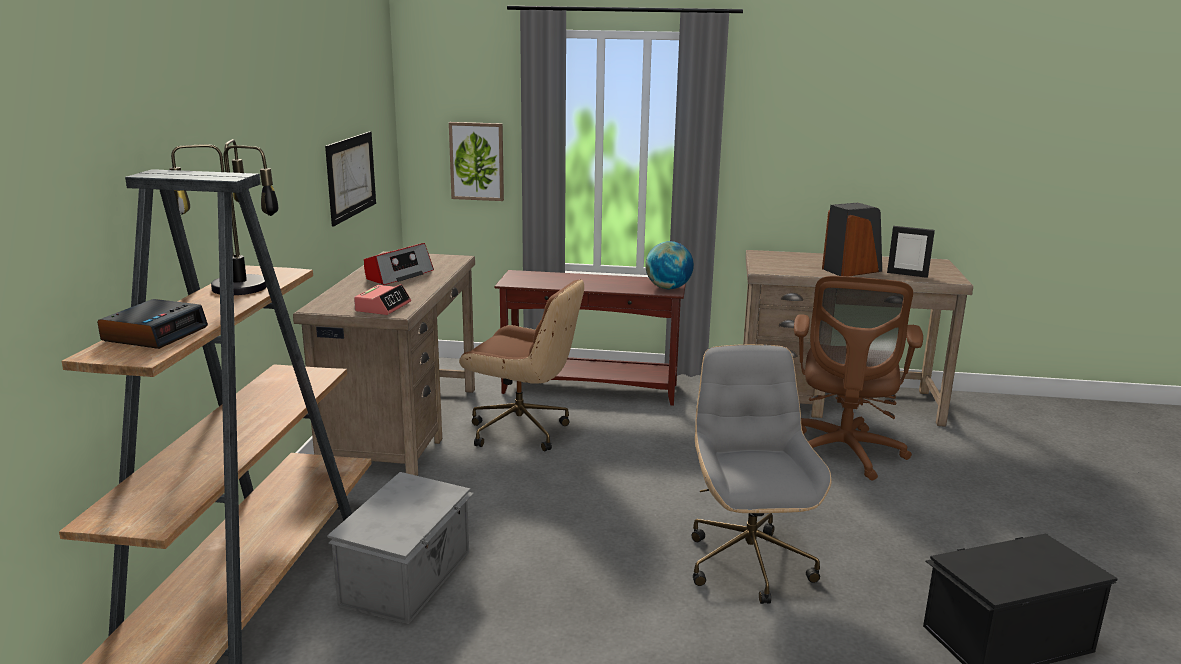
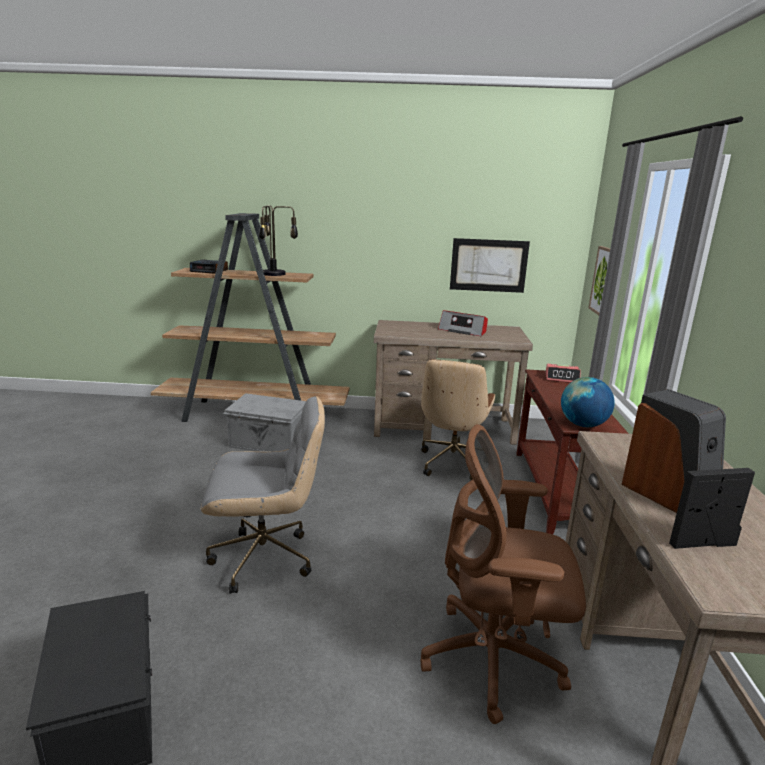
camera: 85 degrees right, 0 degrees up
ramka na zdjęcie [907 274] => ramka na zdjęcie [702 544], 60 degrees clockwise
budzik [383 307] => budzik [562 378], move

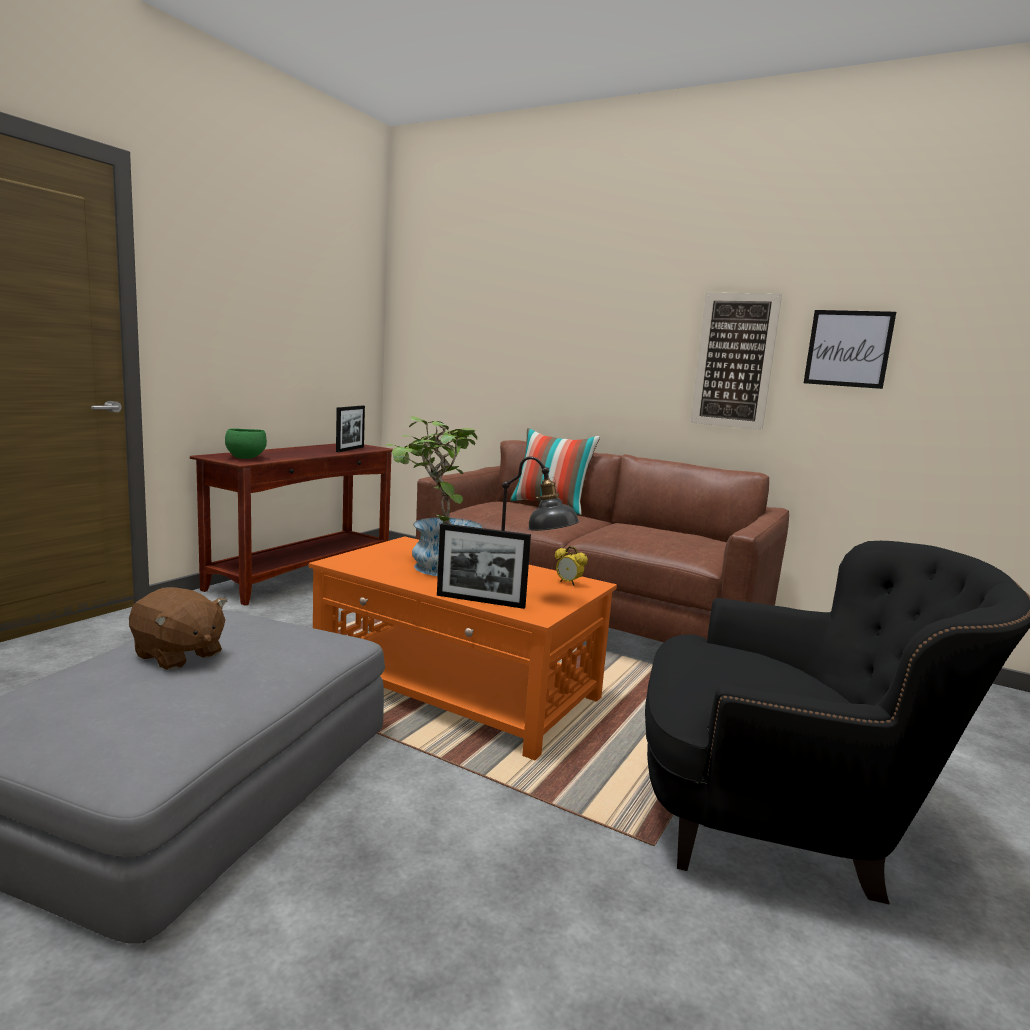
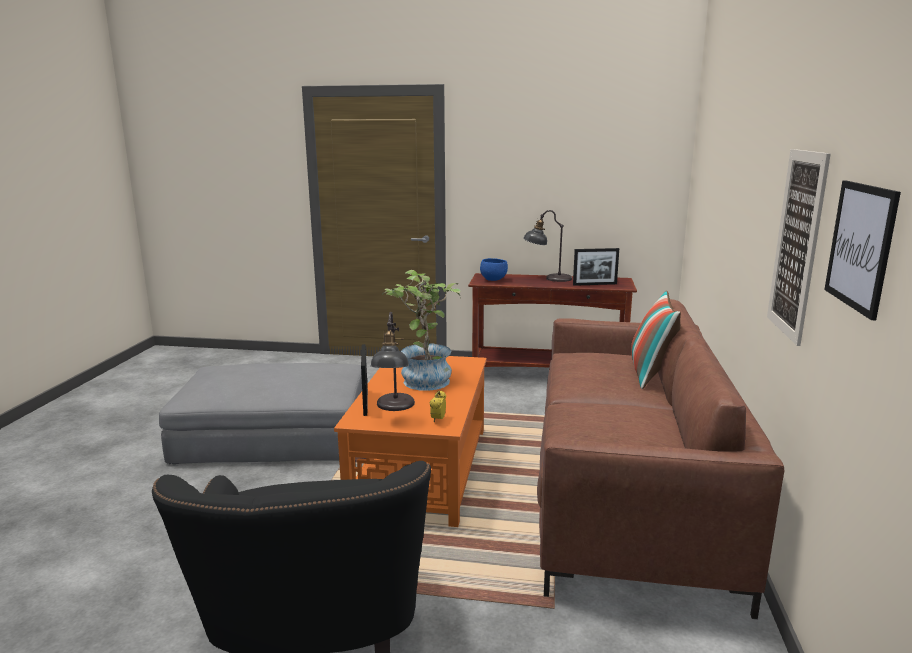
camera: 70 degrees right, 5 degrees up
miska (zielony) [245 458] => miska (niebieski) [494 280]
pluszak (brązowy) [178 655] => nothing
nothing => lampa stołowa (szary) [547 278]

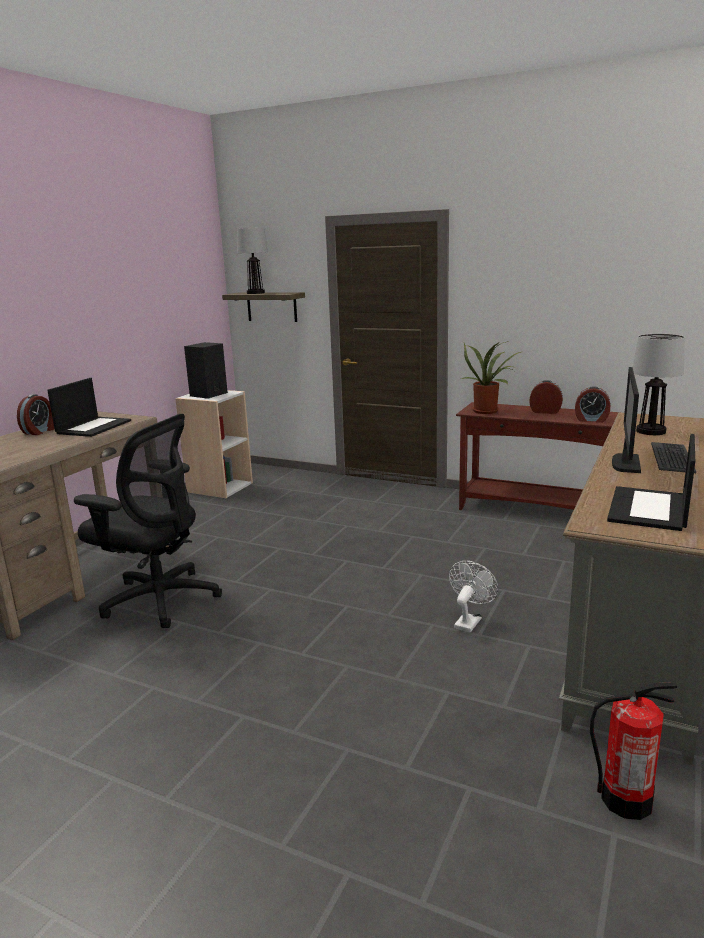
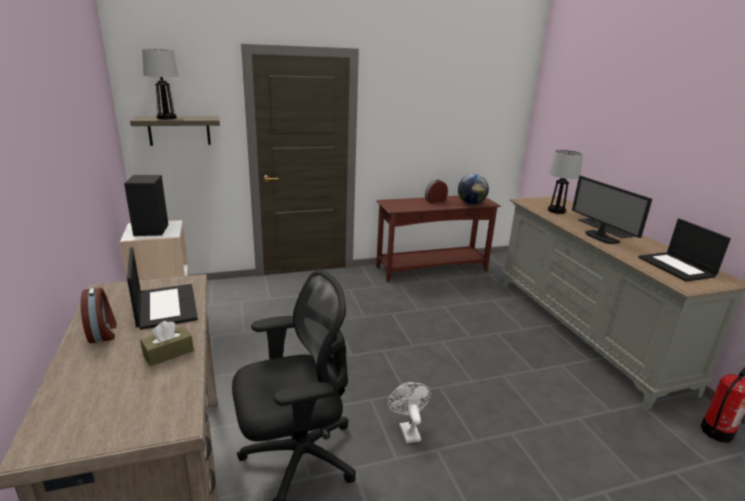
camera: 45 degrees left, 5 degrees up
roślina doniczkowa [488 411] => nothing
budzik [591 420] => globus [471 203]
wentylator (biały) [469 621] => wentylator (biały) [408 429], move
nothing => pudełko chusteczek (brązowy) [168 353]

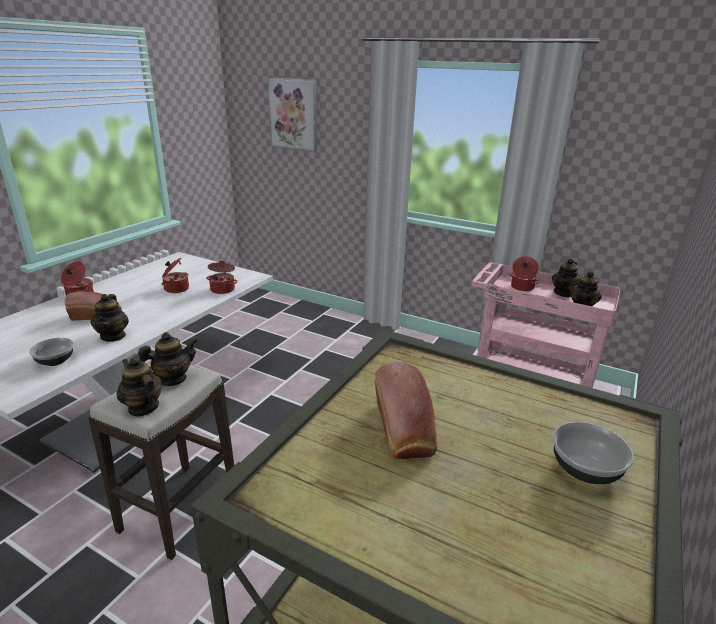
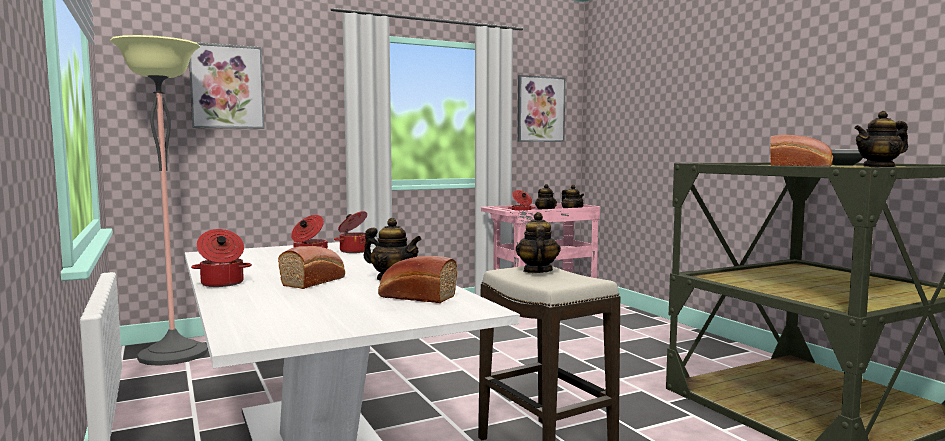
camera: 55 degrees left, 20 degrees down
miska [56 361] => chleb [415 297]
imbryk [143 407] => imbryk [879 167], move
nothing => lampa stojąca [173 354]
nothing => obraz [540 109]

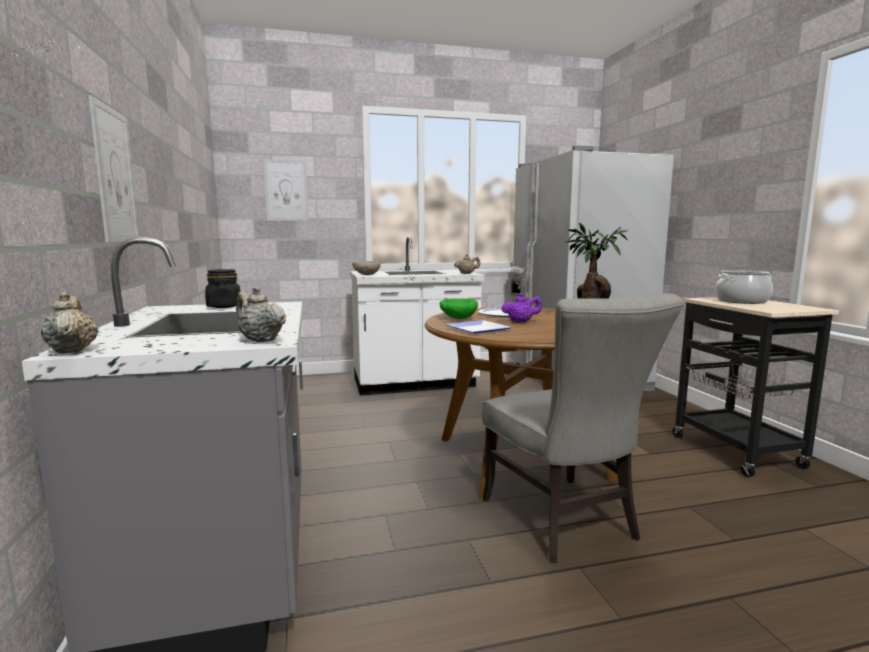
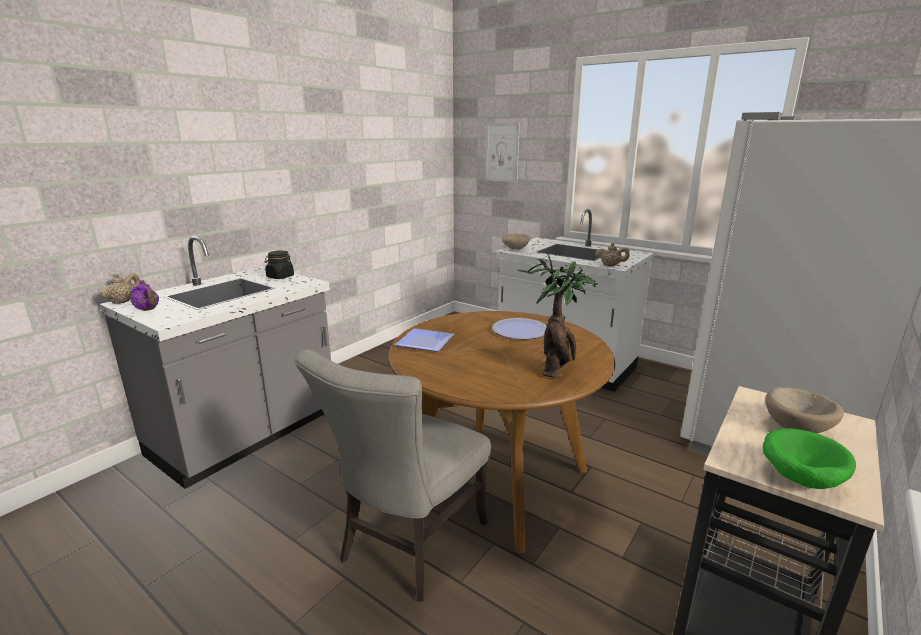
camera: 50 degrees right, 10 degrees up
obraz [115 175] => nothing
garnek [741 301] => miska (beżowy) [798 427]
imbryk (beżowy) [260 340] => nothing
imbryk (fioletowy) [521 322] => imbryk (fioletowy) [148 310], move
miska (zielony) [458 319] => miska (zielony) [799 478], move

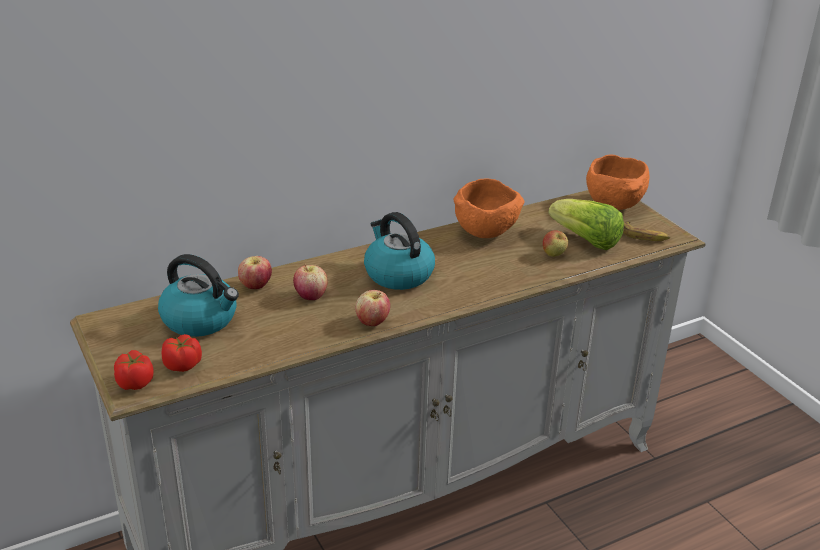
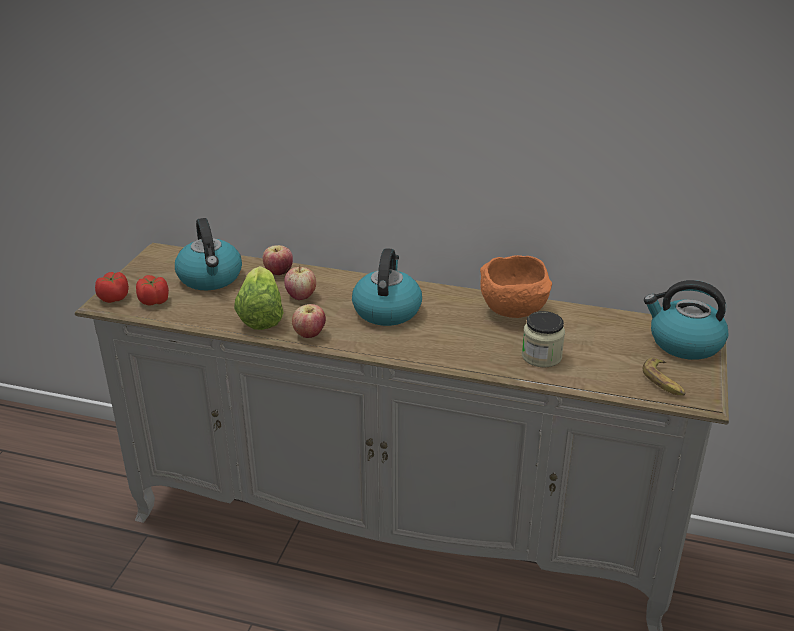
camera: 45 degrees right, 0 degrees up
miska (pomarańczowy) [615 205] => czajnik [684 343]
sałata [586 240] => sałata [261 315], move
jabłko [553 255] => słoik [541 356]

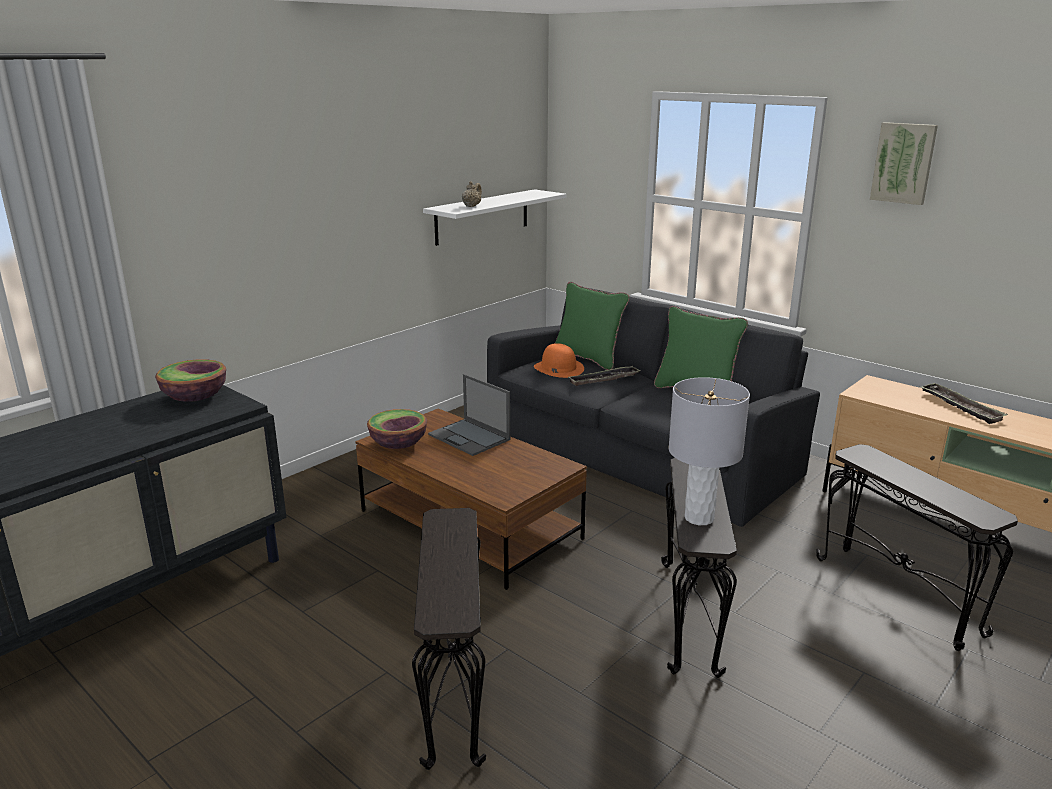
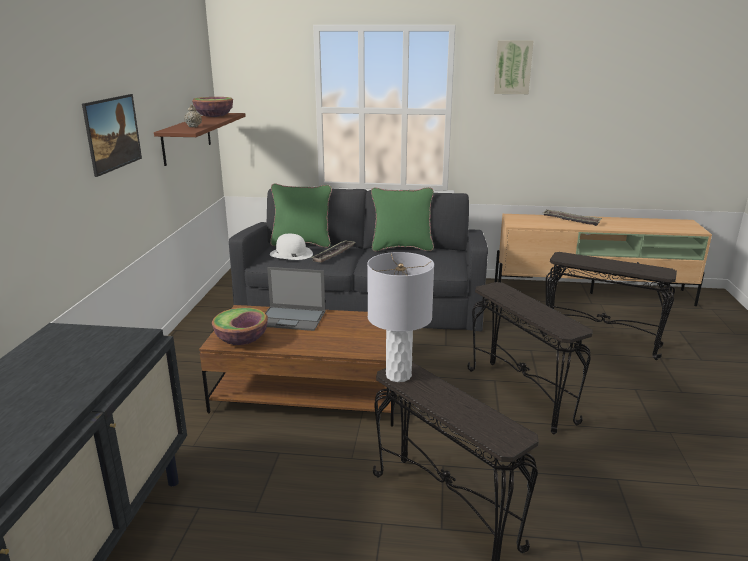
camera: 35 degrees left, 0 degrees up
półka (biały) [482 216] => półka (brązowy) [187 138]
kapelusz (pomarańczowy) [558 368] => kapelusz (biały) [291 254]
miska [195 398] => miska [214 117], move
lampa stołowa (szary) [699 518] => lampa stołowa (szary) [398 375], move
nothing => obraz [116 150]

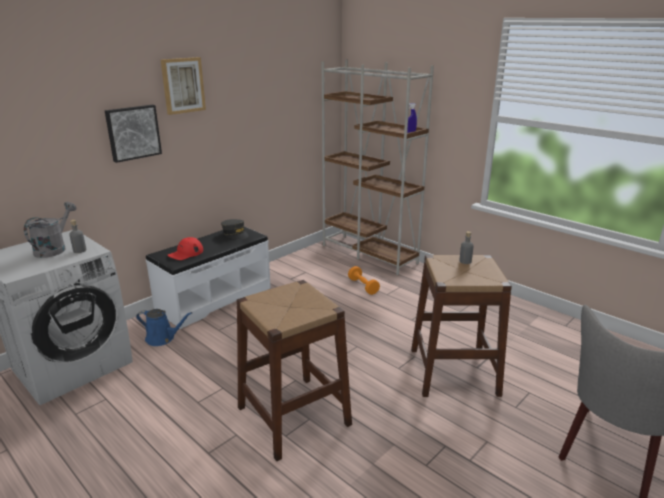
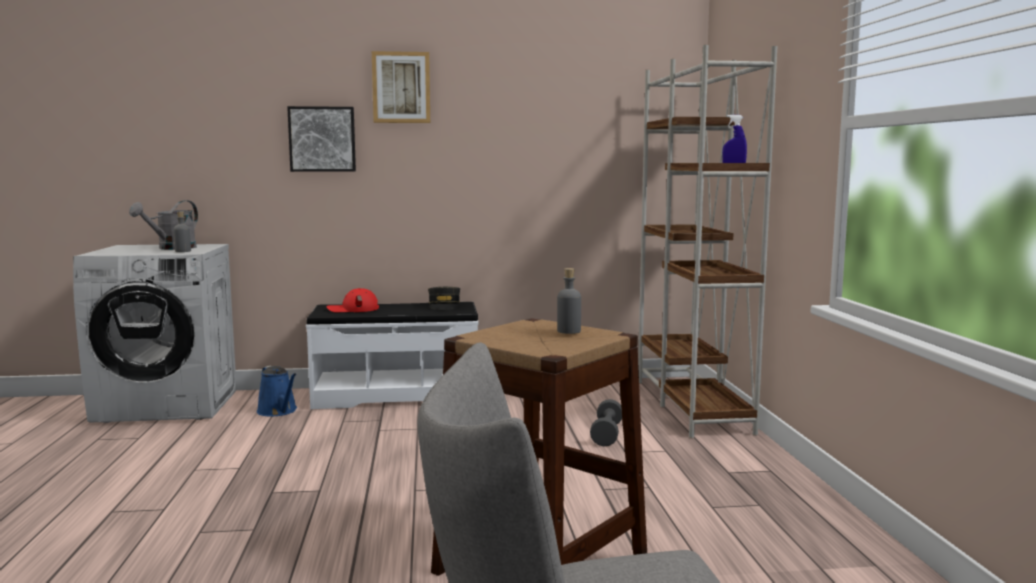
camera: 40 degrees right, 15 degrees down
konewka (szary) [54 248] => konewka (szary) [172 248], 150 degrees clockwise
hantel (pomarańczowy) [363 286] => hantel (szary) [607 434]
stołek (brązowy) [293 415] => nothing

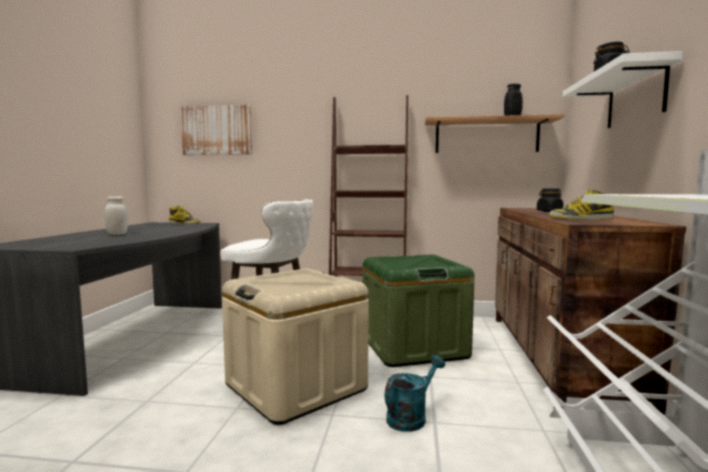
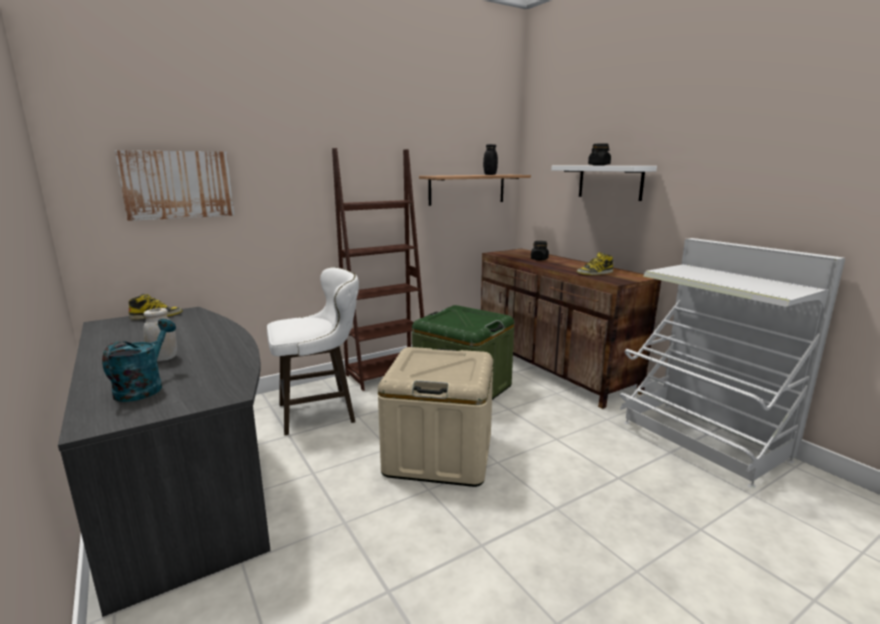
camera: 40 degrees left, 10 degrees up
konewka (turkusowy) [411 417] => konewka (turkusowy) [144 387], move

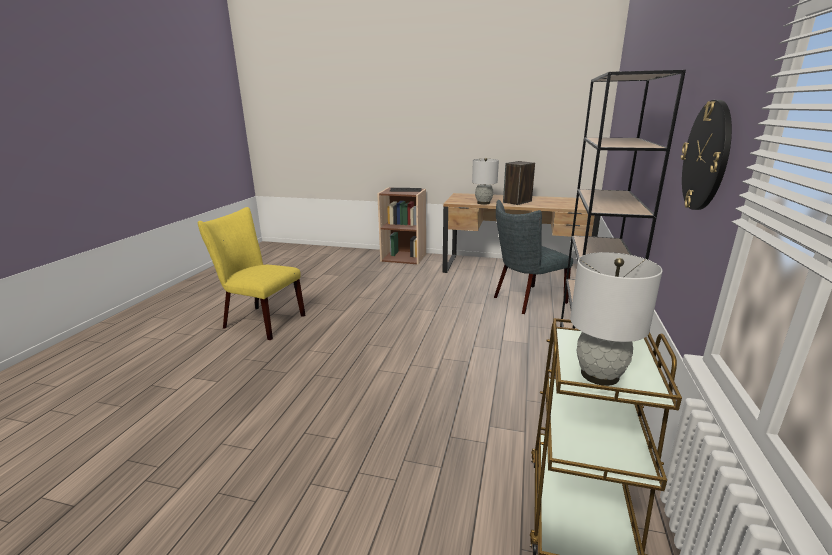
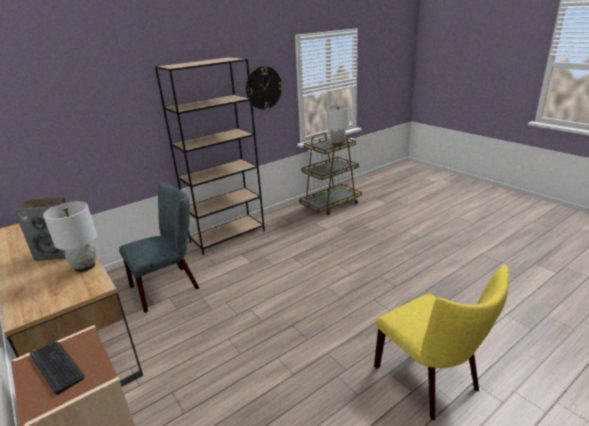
camera: 140 degrees left, 5 degrees up
krzesło (szary) [525 300] => krzesło (szary) [169 286], 45 degrees counterclockwise

